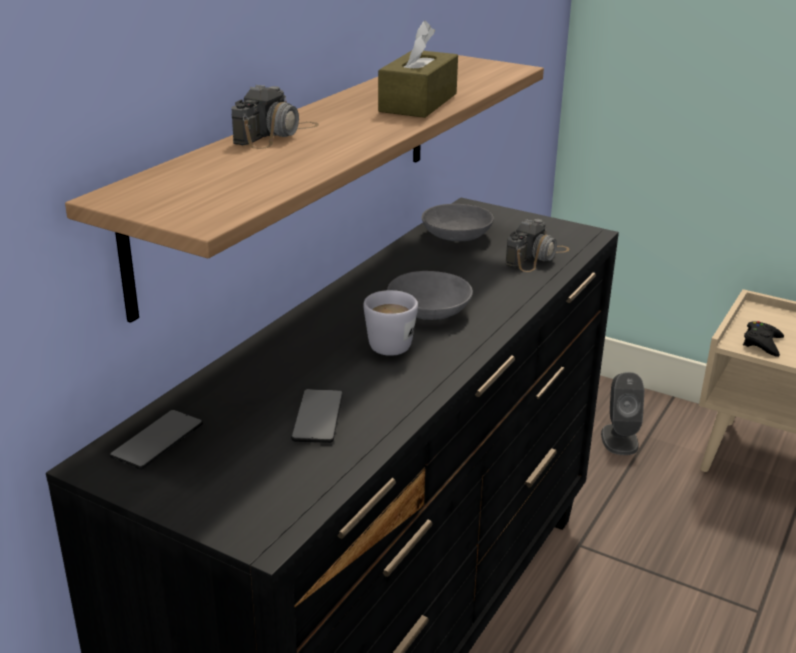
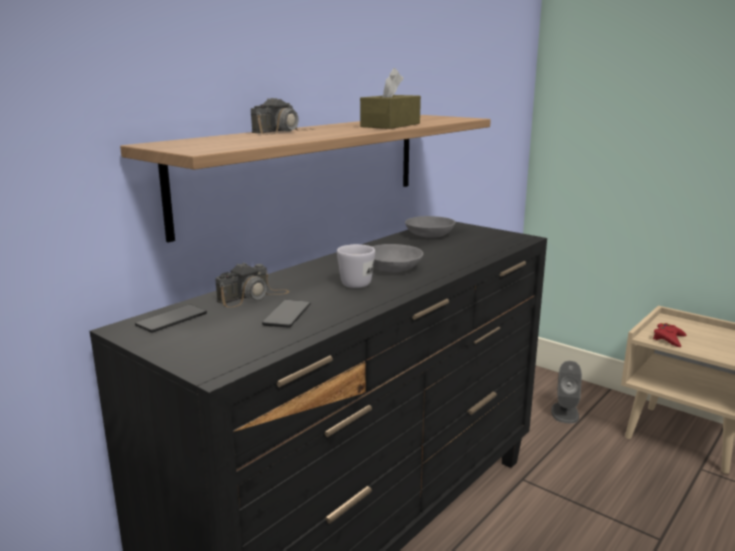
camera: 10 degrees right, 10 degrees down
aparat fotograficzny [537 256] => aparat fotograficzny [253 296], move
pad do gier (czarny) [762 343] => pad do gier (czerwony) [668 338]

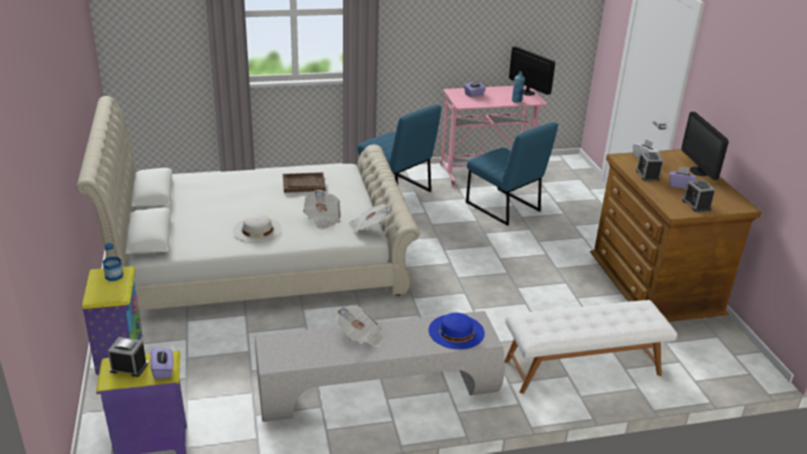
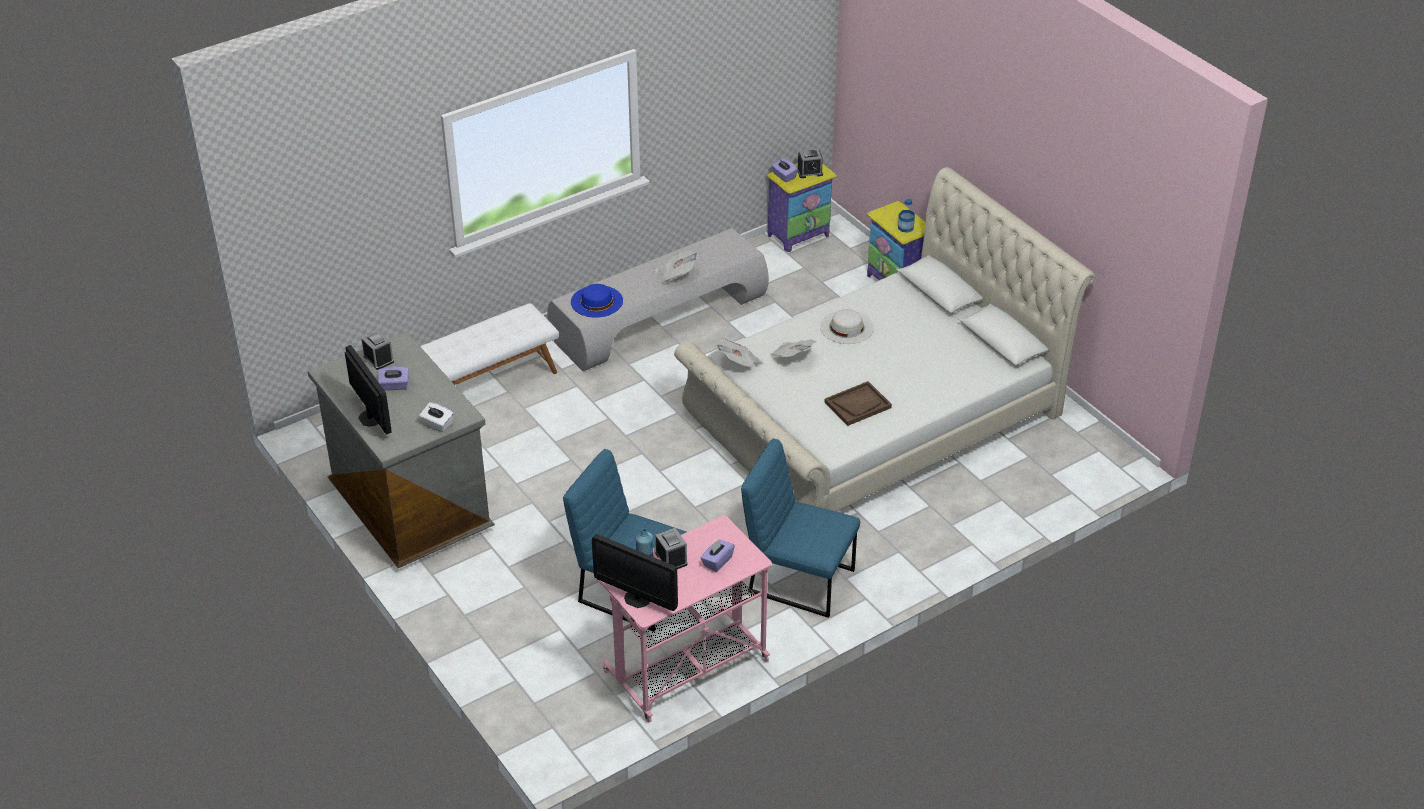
camera: 160 degrees right, 10 degrees up
komoda (brązowy) [654 288] => komoda (szary) [410 507]
budzik [647 175] => budzik [671 559], move

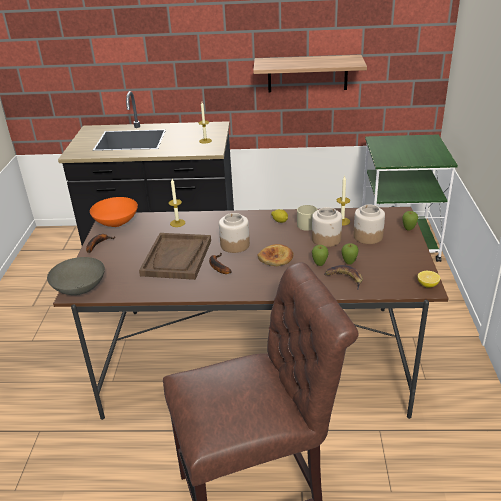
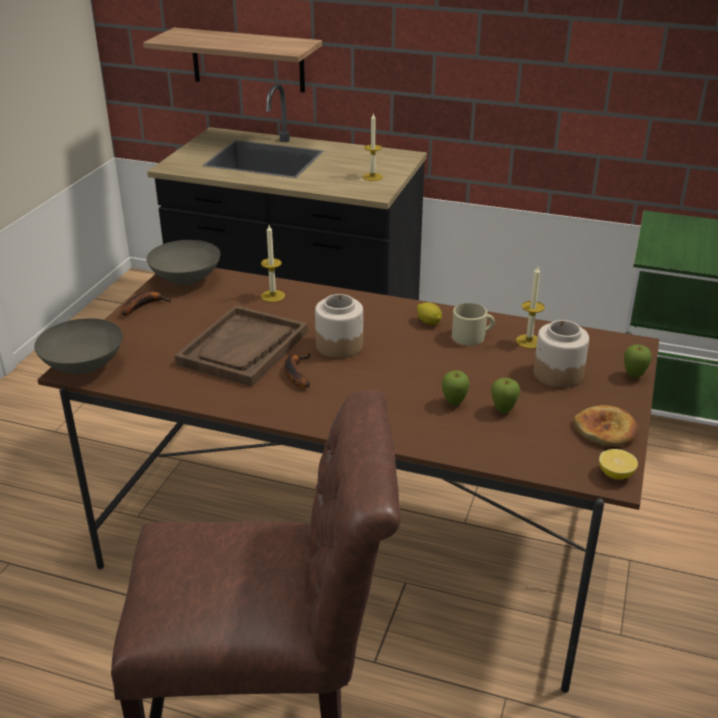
camera: 15 degrees right, 0 degrees up
półka [307 73] => półka [248 60], move
miska (pomarańczowy) [116 223] => miska (szary) [185 279]
słoik [326 239] => nothing
chleb [276 258] => chleb [606 430], move
banan [345 278] => nothing

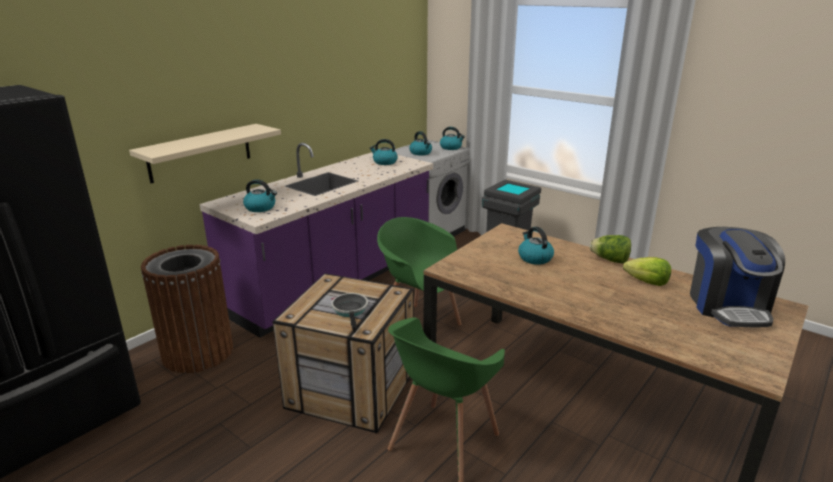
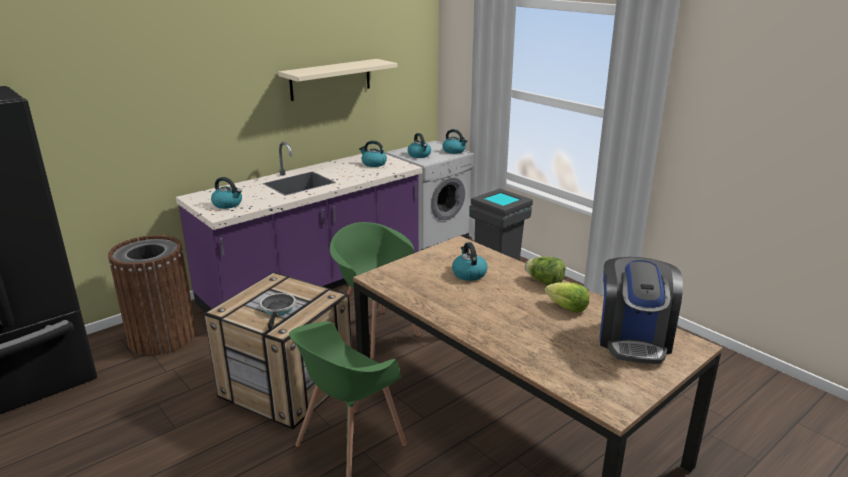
camera: 10 degrees right, 0 degrees up
półka (beżowy) [200 152] => półka (beżowy) [330 79], move

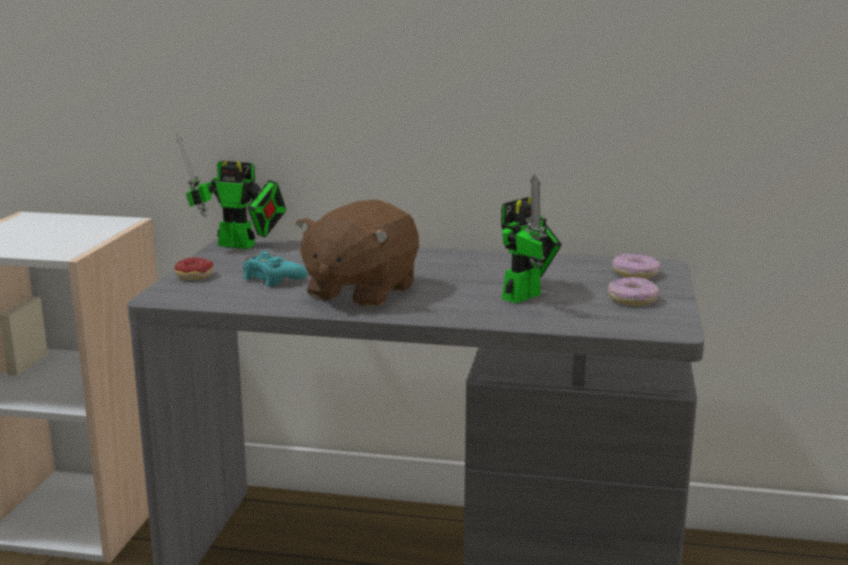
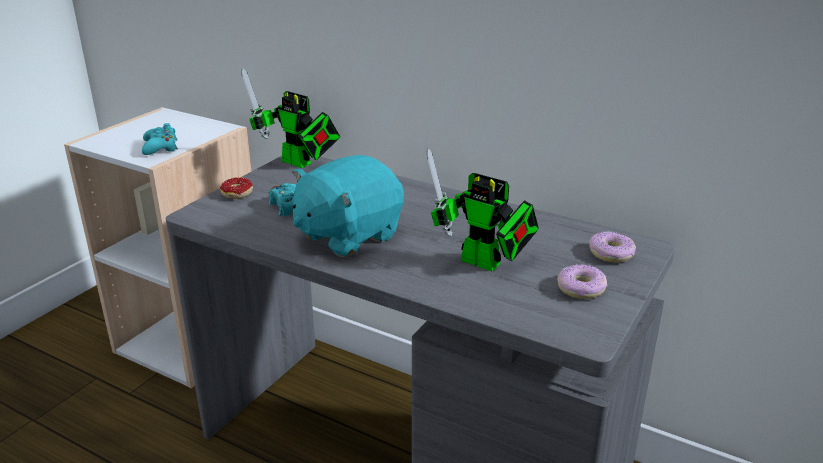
camera: 20 degrees right, 10 degrees up
robot zabawkowy [526 295] => robot zabawkowy [486 264], 60 degrees clockwise
pluszak (brązowy) [360 292] => pluszak (turkusowy) [347 235]
nothing => pad do gier (turkusowy) [160 147]

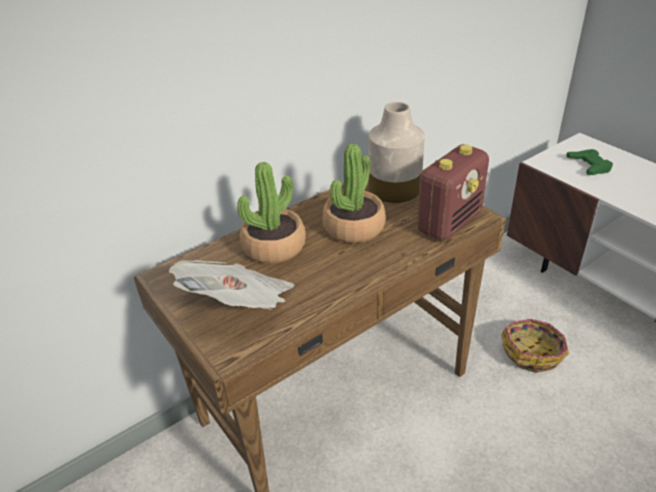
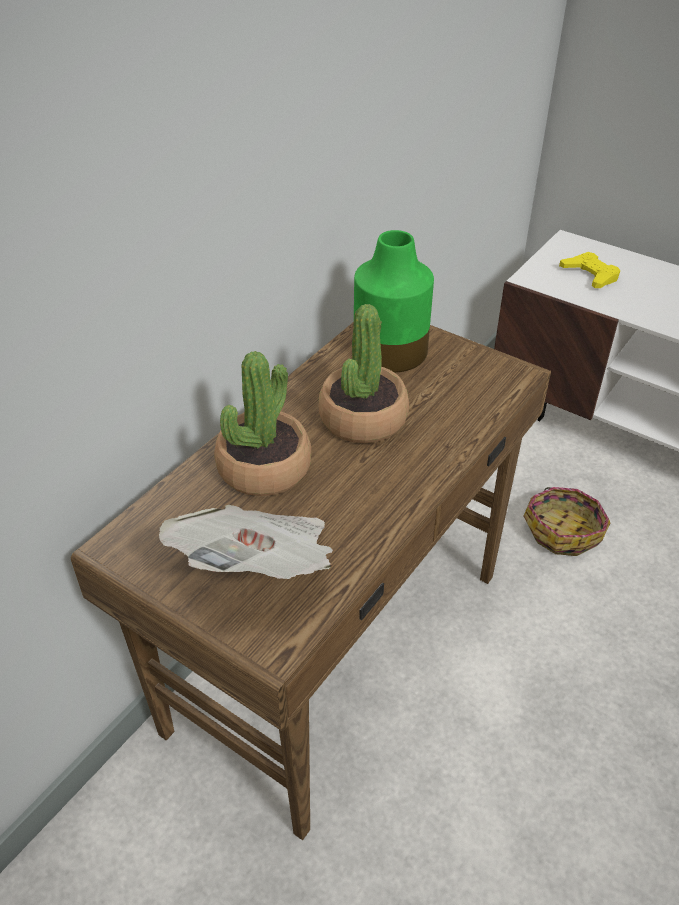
camera: 20 degrees left, 5 degrees up
wazon (beżowy) [394 187] => wazon (zielony) [389 349]
radio [449 222] => nothing
pad do gier (zielony) [589 165] => pad do gier (żółty) [590 275]

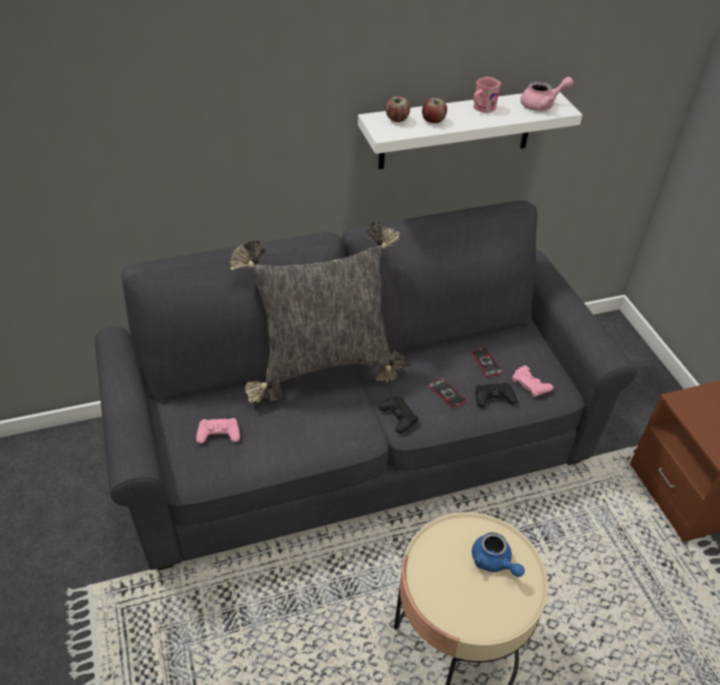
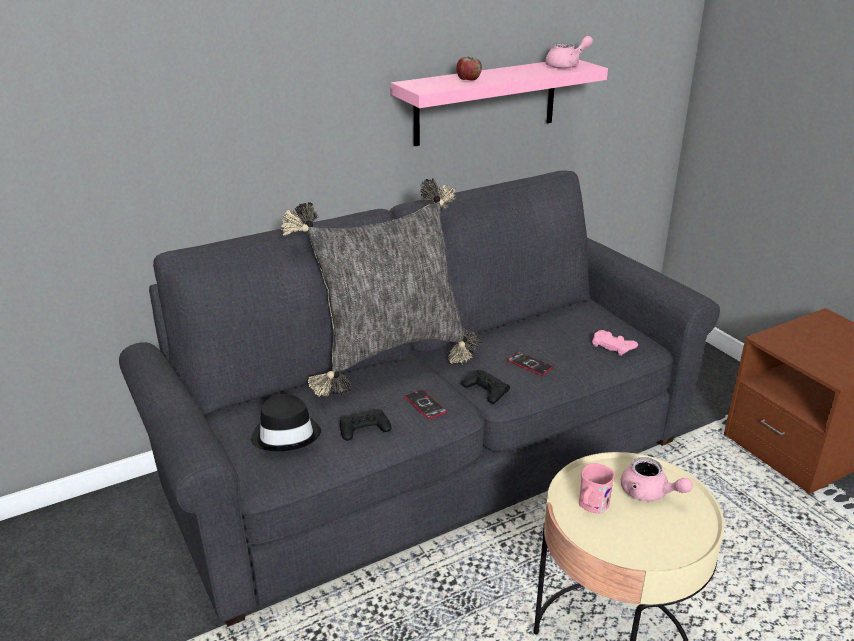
camera: 10 degrees left, 15 degrees down
kubek (różowy) [482 109] => kubek (różowy) [591 506], move
półka (biały) [456 129] => półka (różowy) [486 102]
jabłko [396 119] => nothing
telefon [486 363] => telefon [425 405], move
pad do gier (czarny) [494 398] => pad do gier (czarny) [364 429], move
pad do gier (różowy) [218 434] => kapelusz (czarny) [286 434]
imbryk (niebieski) [494 562] => imbryk (różowy) [649 493]

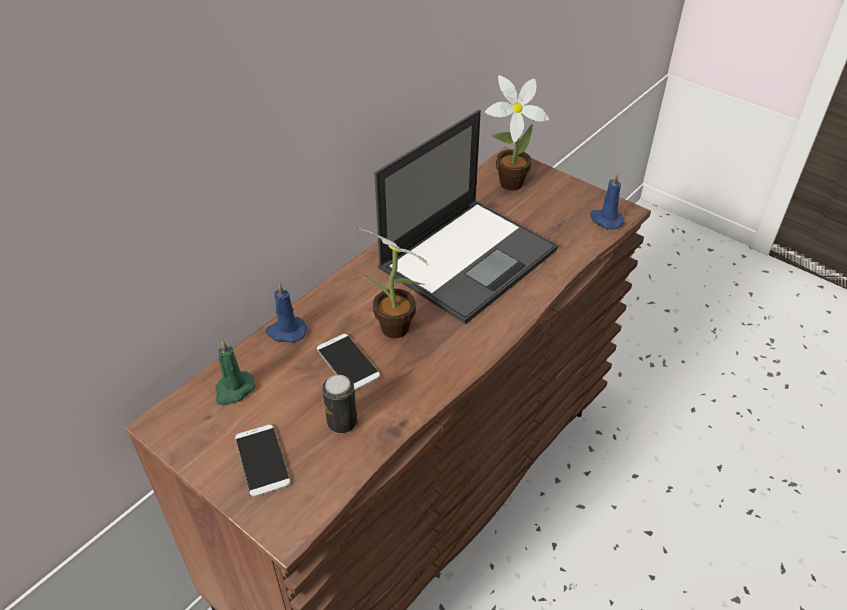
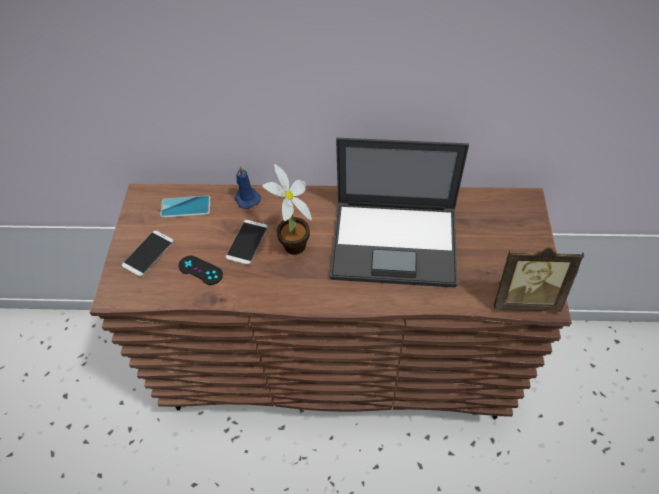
camera: 55 degrees right, 10 degrees up
roślina doniczkowa [507 184] => nothing
świeca (niebieski) [605 220] => ramka na zdjęcie [524 298]
świeca (zielony) [234 390] => telefon [185 207]
puszka [342 422] => pad do gier (czarny) [200 270]

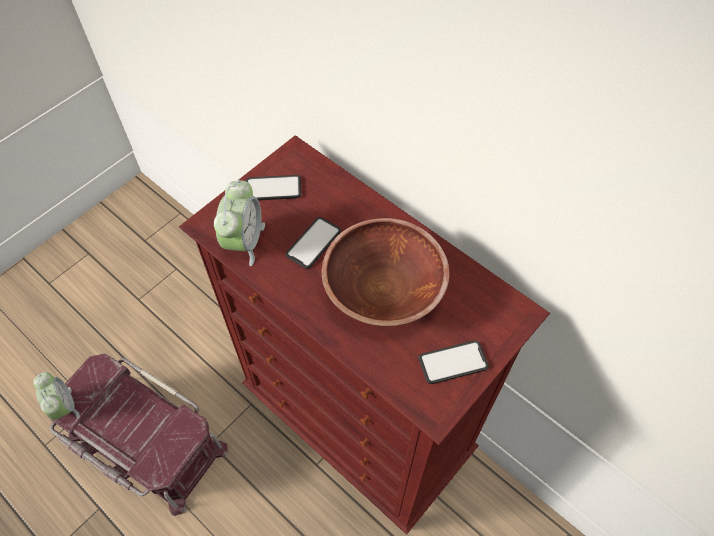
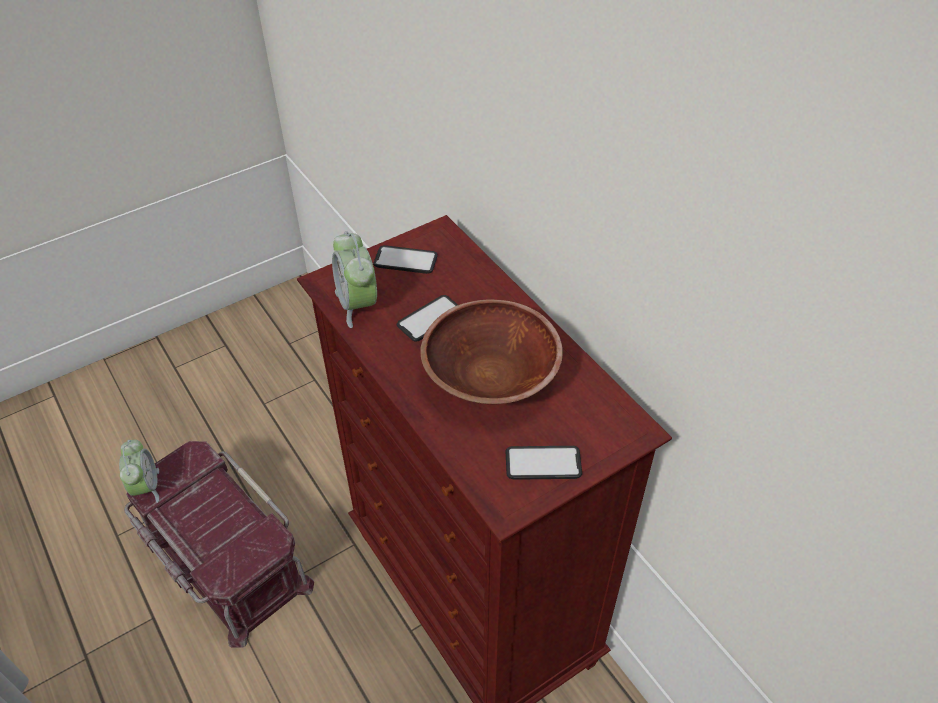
camera: 15 degrees right, 10 degrees down
budzik [244 242] => budzik [358 304], 135 degrees clockwise

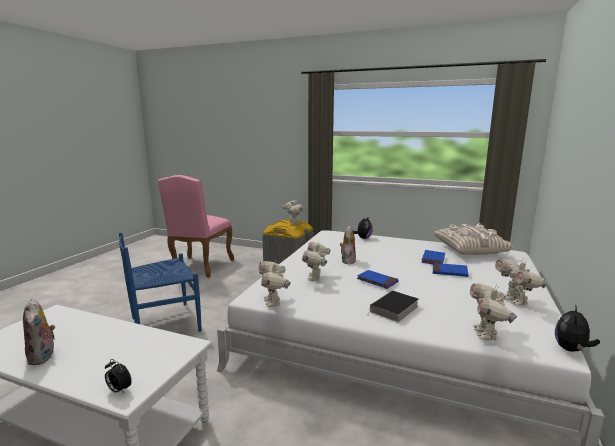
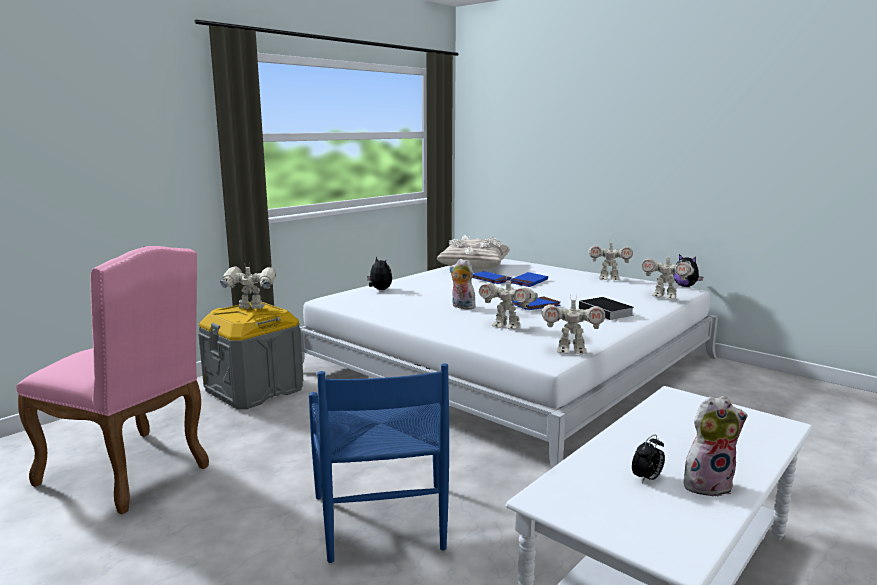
camera: 70 degrees left, 0 degrees up
budzik [119 390] => budzik [647 479], move

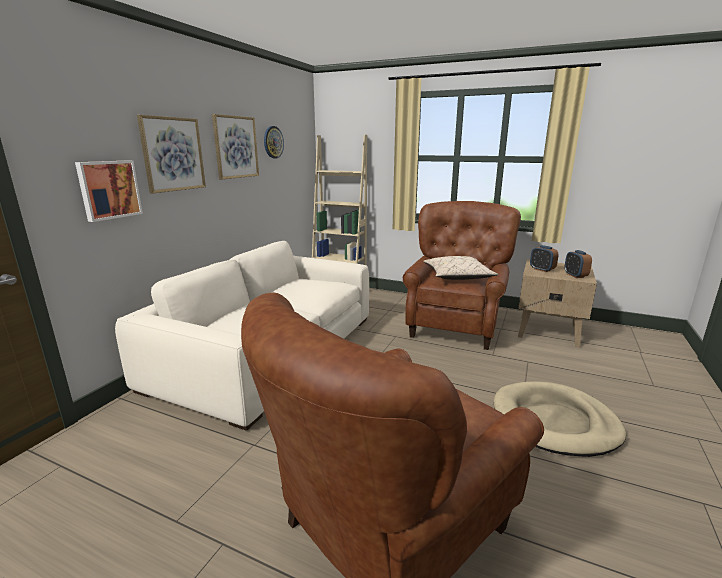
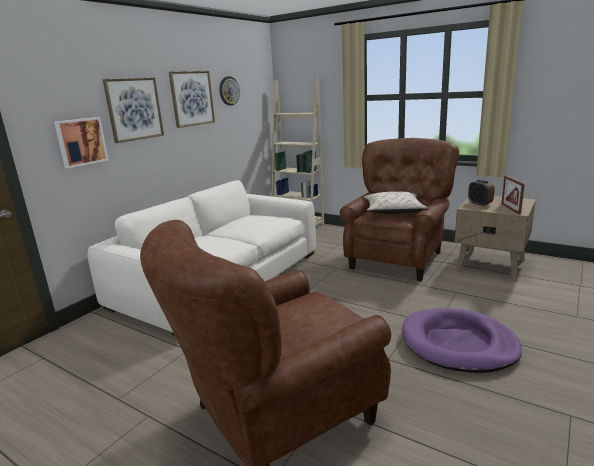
camera: 10 degrees right, 0 degrees up
budzik [575 275] => ramka na zdjęcie [510 209]
legowisko (beżowy) [554 422] => legowisko (fioletowy) [458 344]

